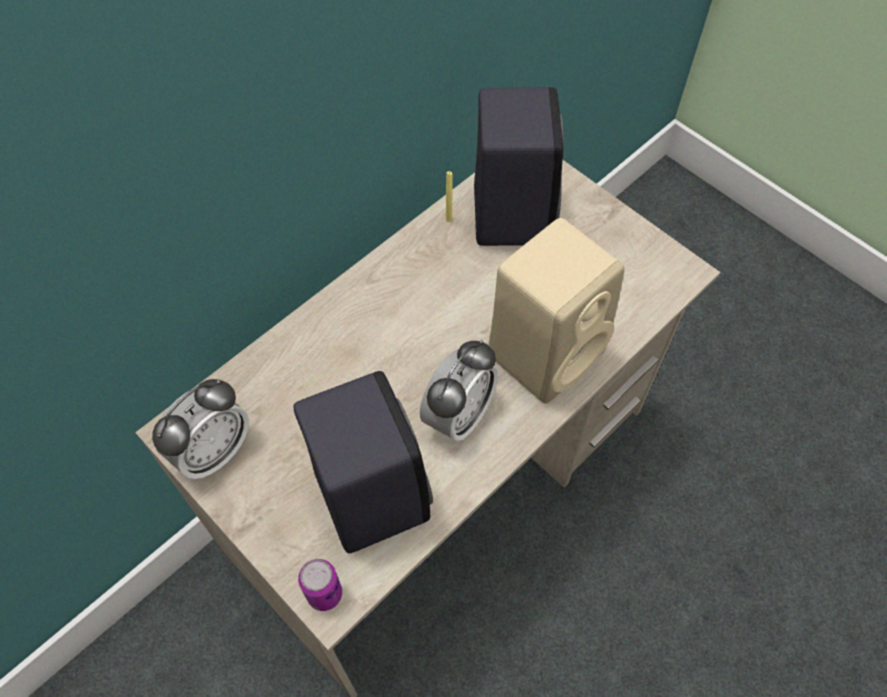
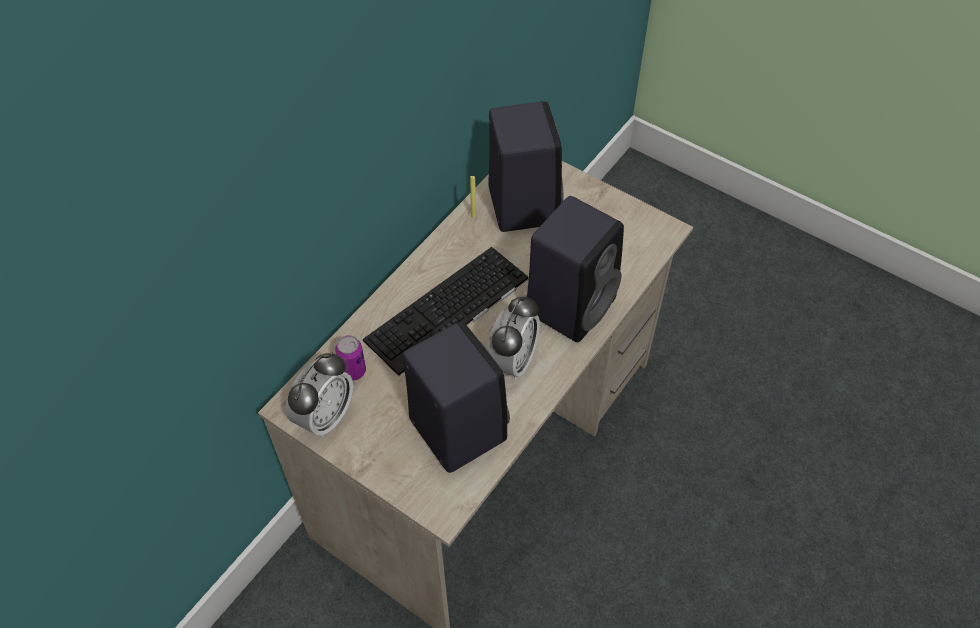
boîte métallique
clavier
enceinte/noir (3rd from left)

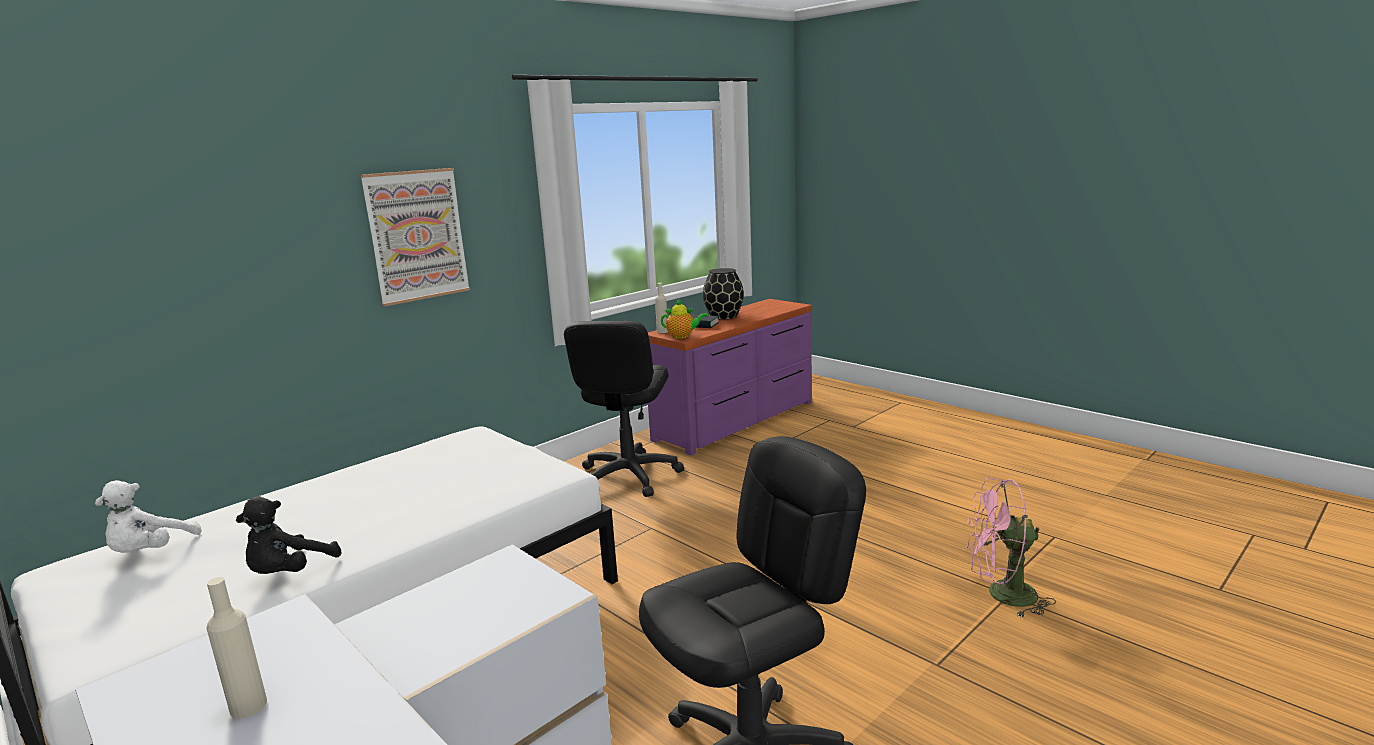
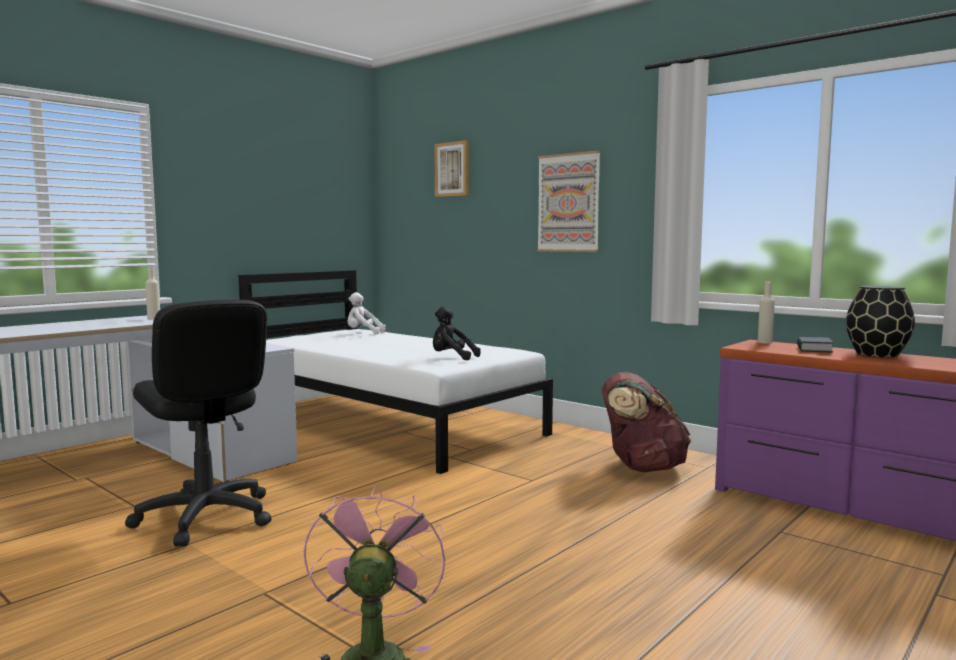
peluche/noir
tableau (1st from left)
sac à dos/marron
théière

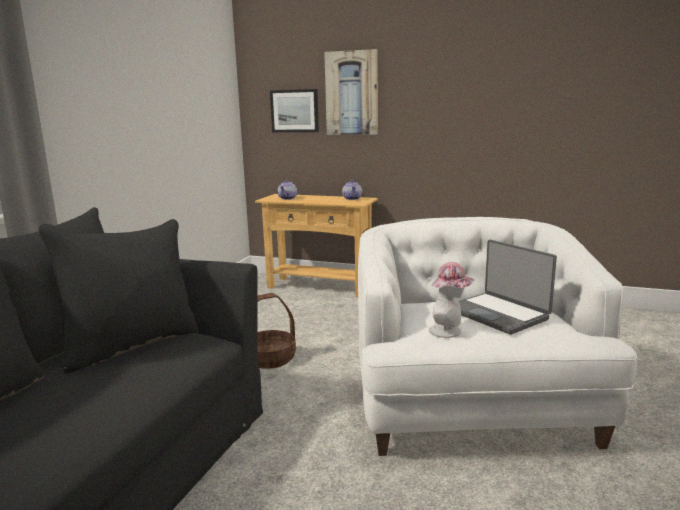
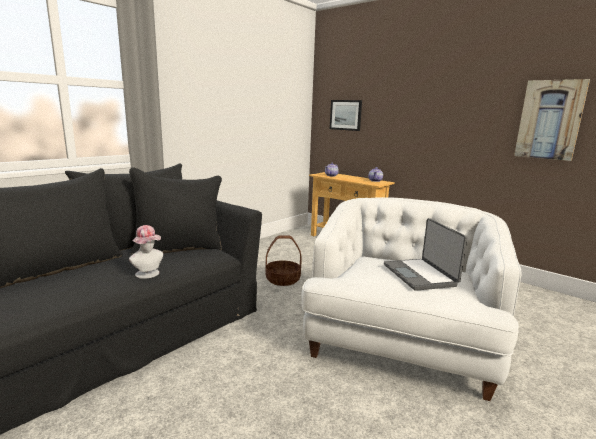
chapeau
tableau (2nd from left)

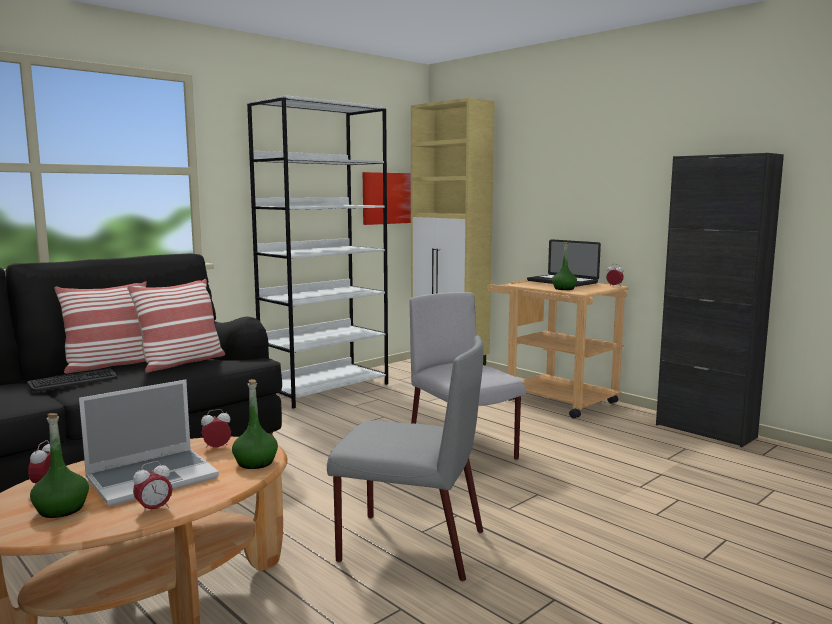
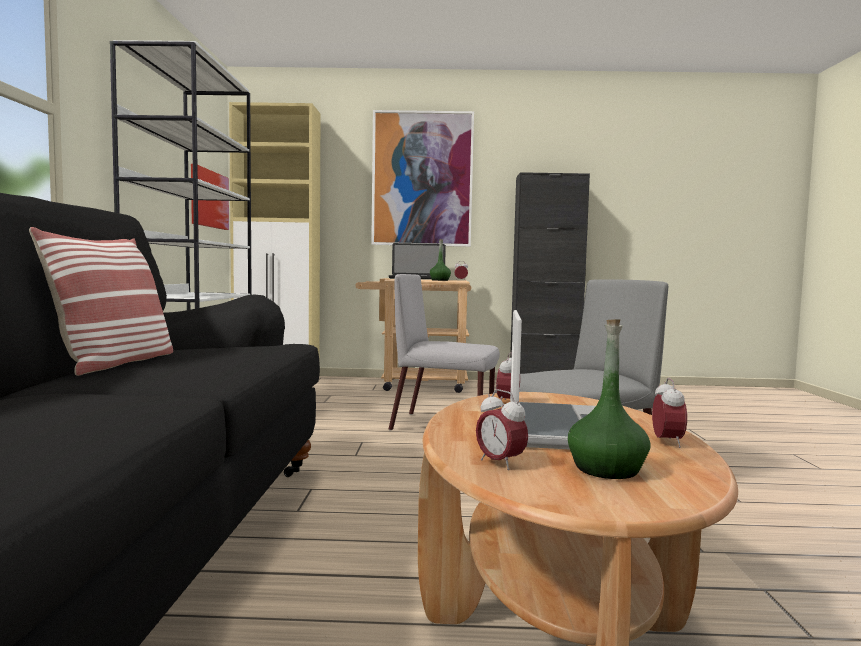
tableau (2nd from left)
clavier
coussin (2nd from left in the first image)
bouteille/vert (2nd from left in the first image)

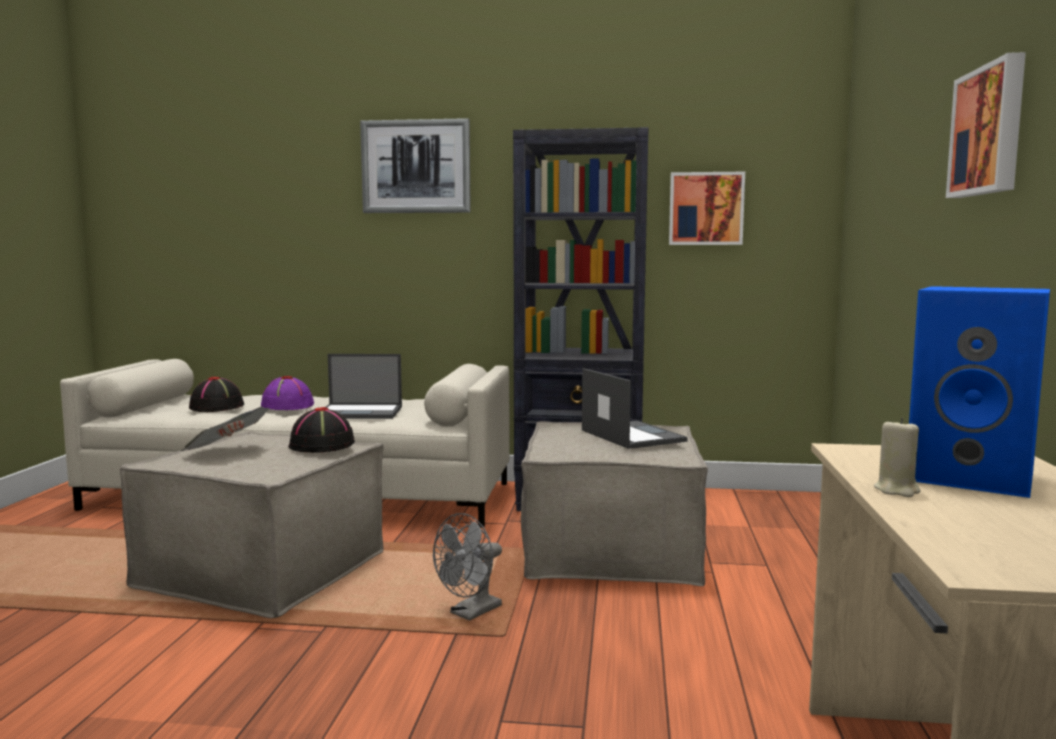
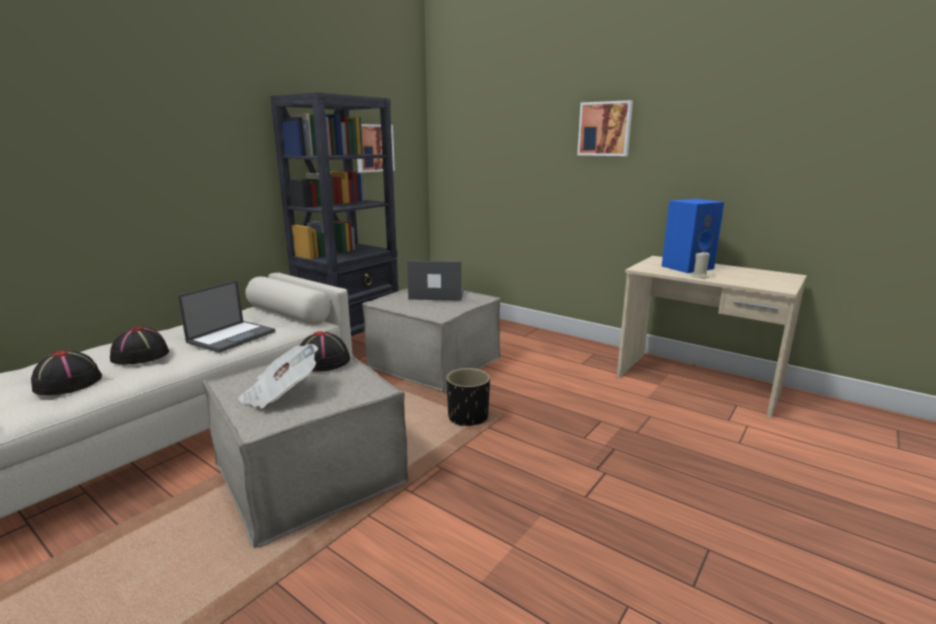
chapeau/noir (2nd from left)
cache-pot/noir
tableau (1st from left in the first image)

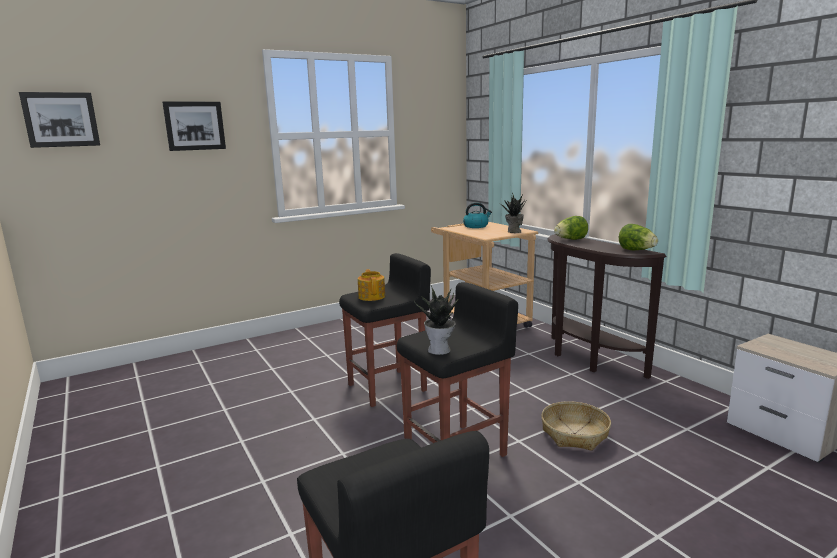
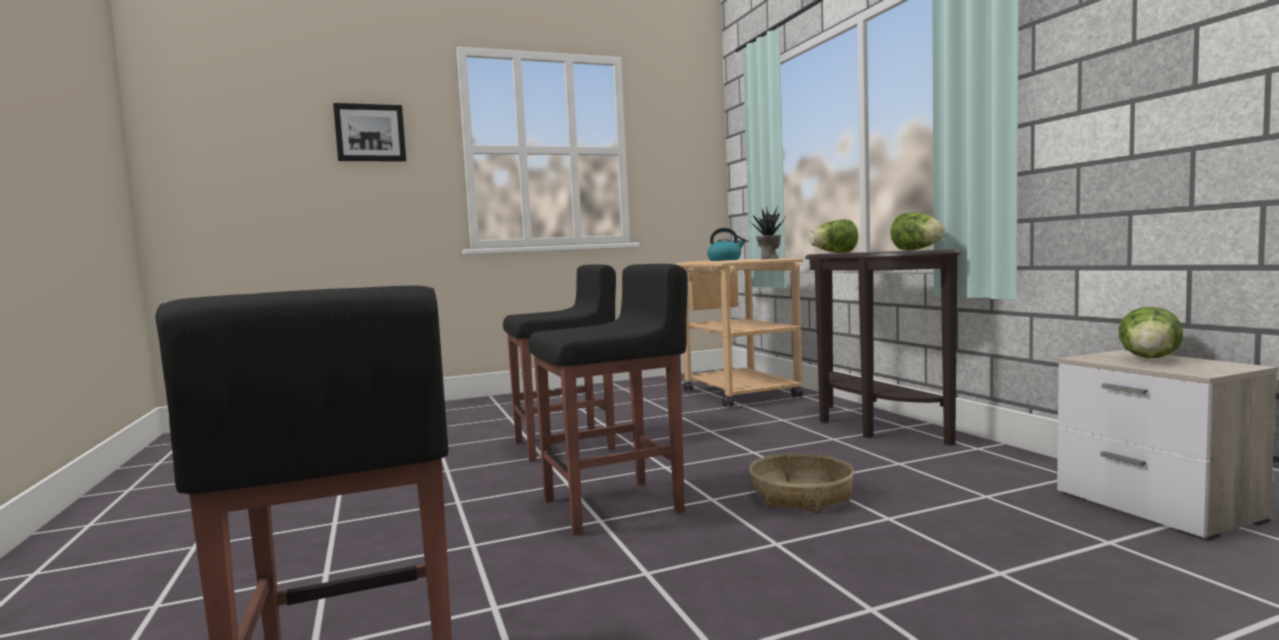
laitue (3rd from left)
tableau (1st from left in the first image)
théière
plante en pot (1st from left in the first image)

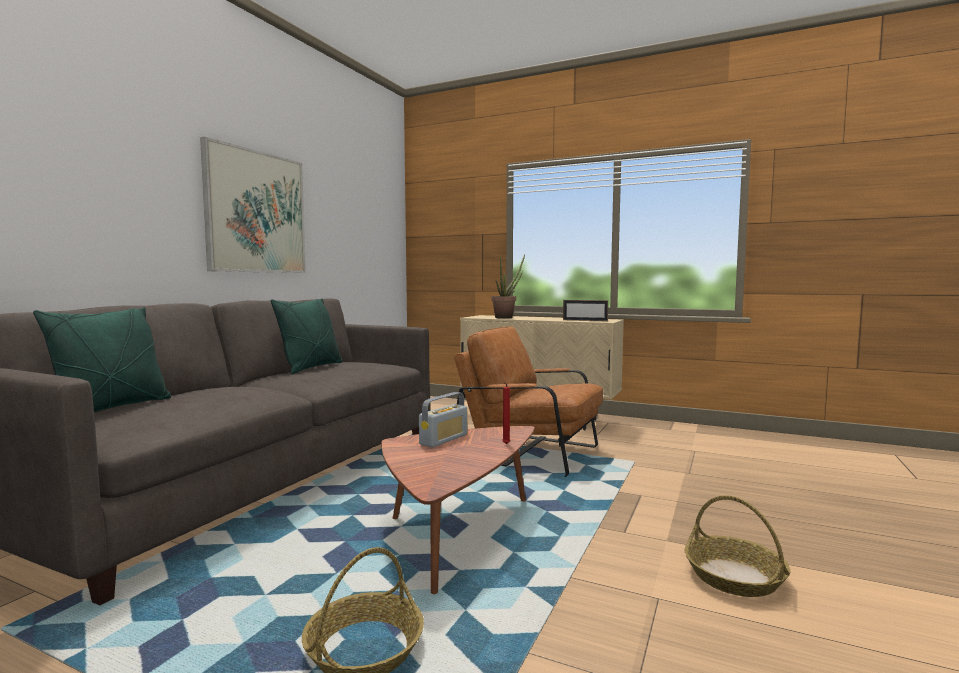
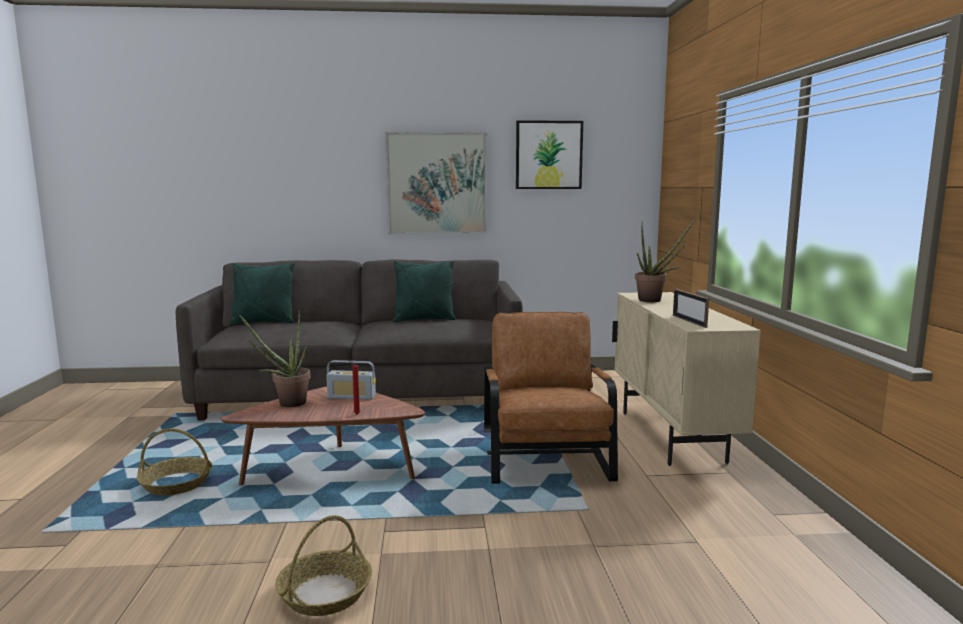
plante en pot (1st from left)
tableau (2nd from left)

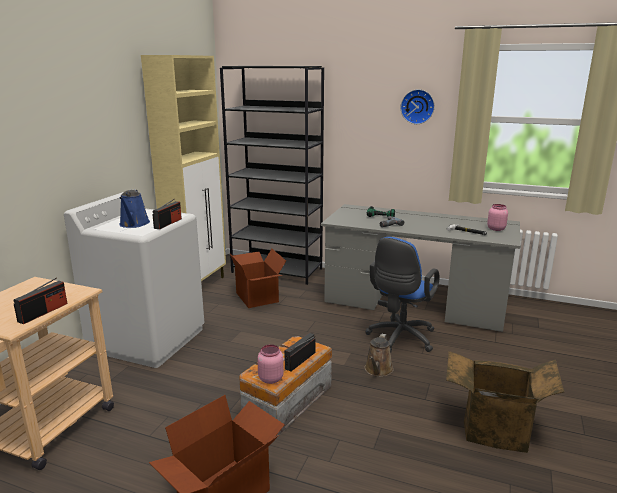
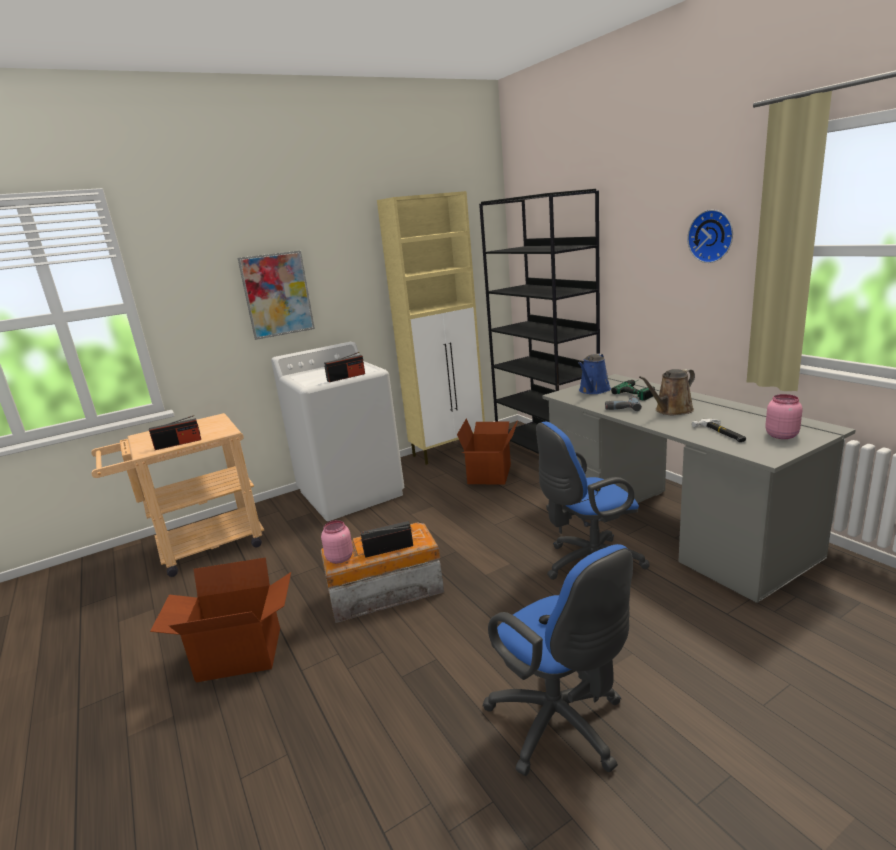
tableau
chaise de bureau/bleu (1st from left)
arrosoir/bleu
arrosoir/marron

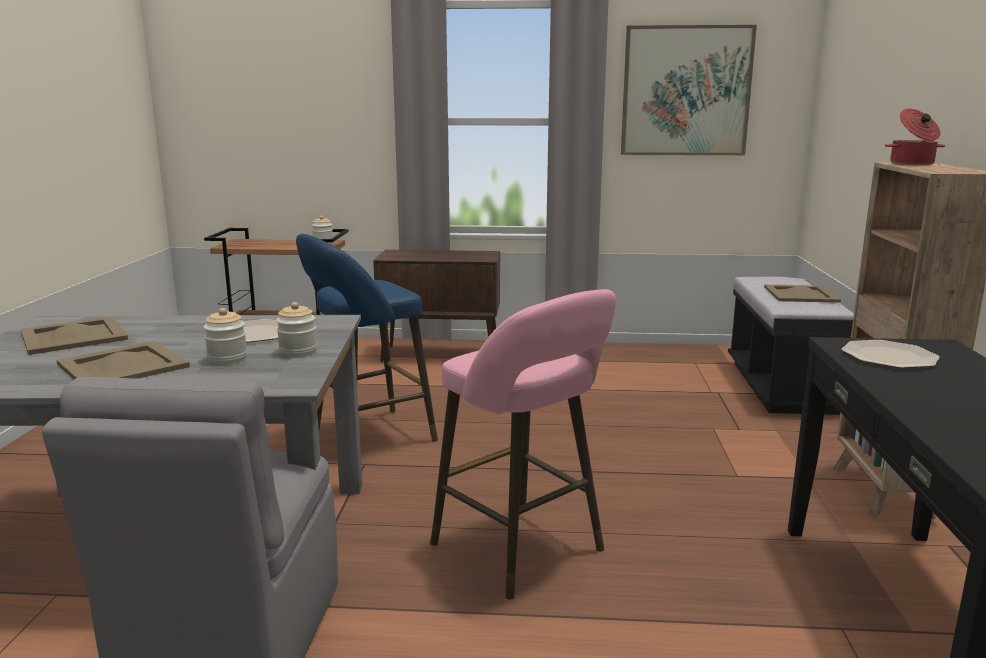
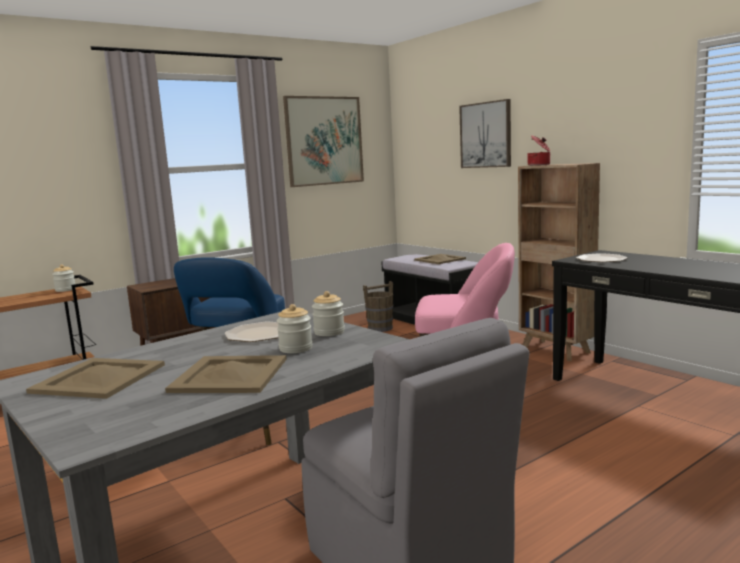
seau/marron
tableau (2nd from left)

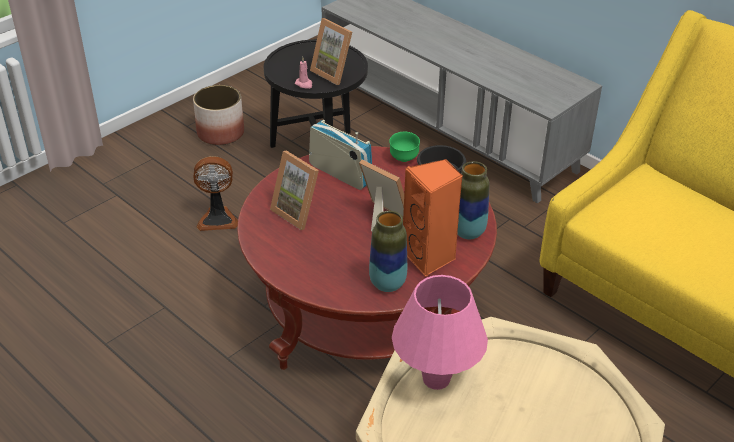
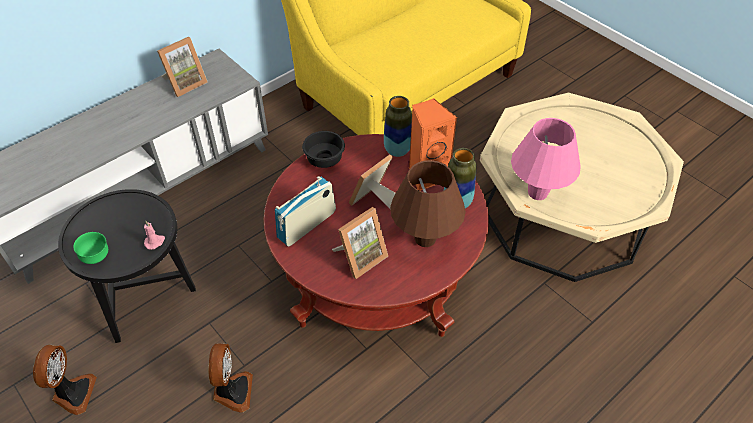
ventilateur (1st from left)
bol/vert
cadre photo (1st from left)
lampe de table/marron

